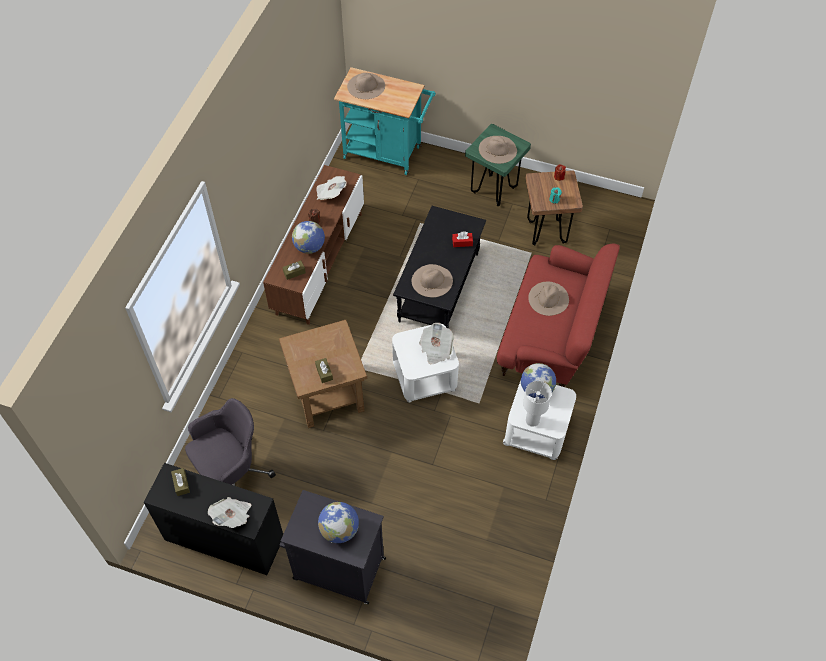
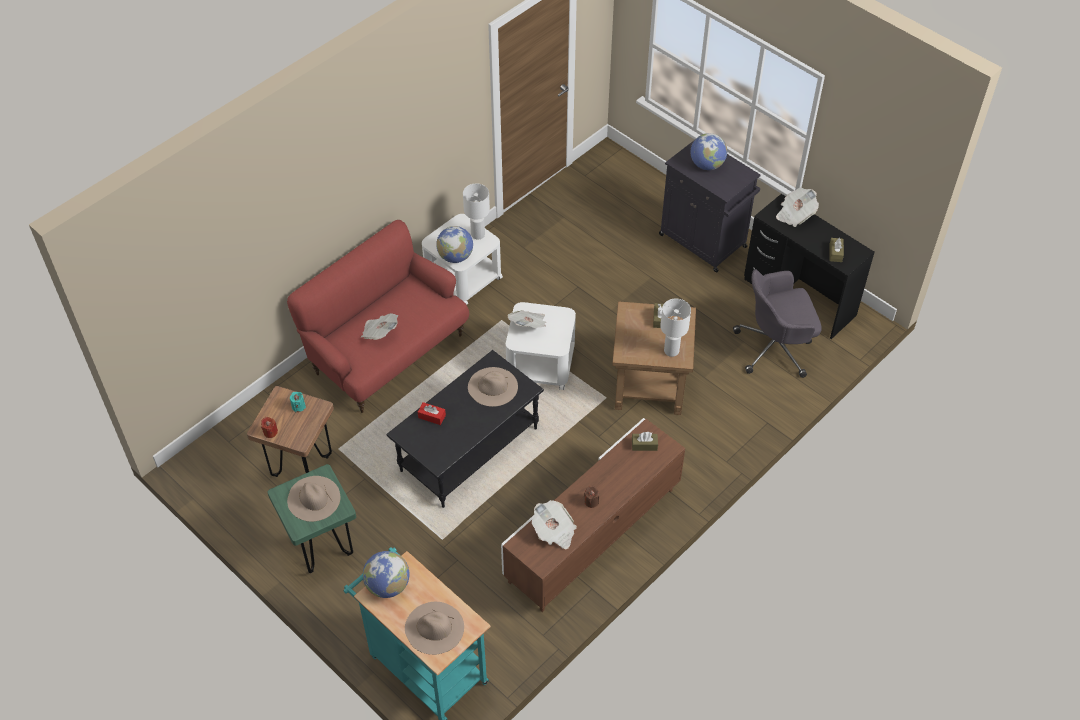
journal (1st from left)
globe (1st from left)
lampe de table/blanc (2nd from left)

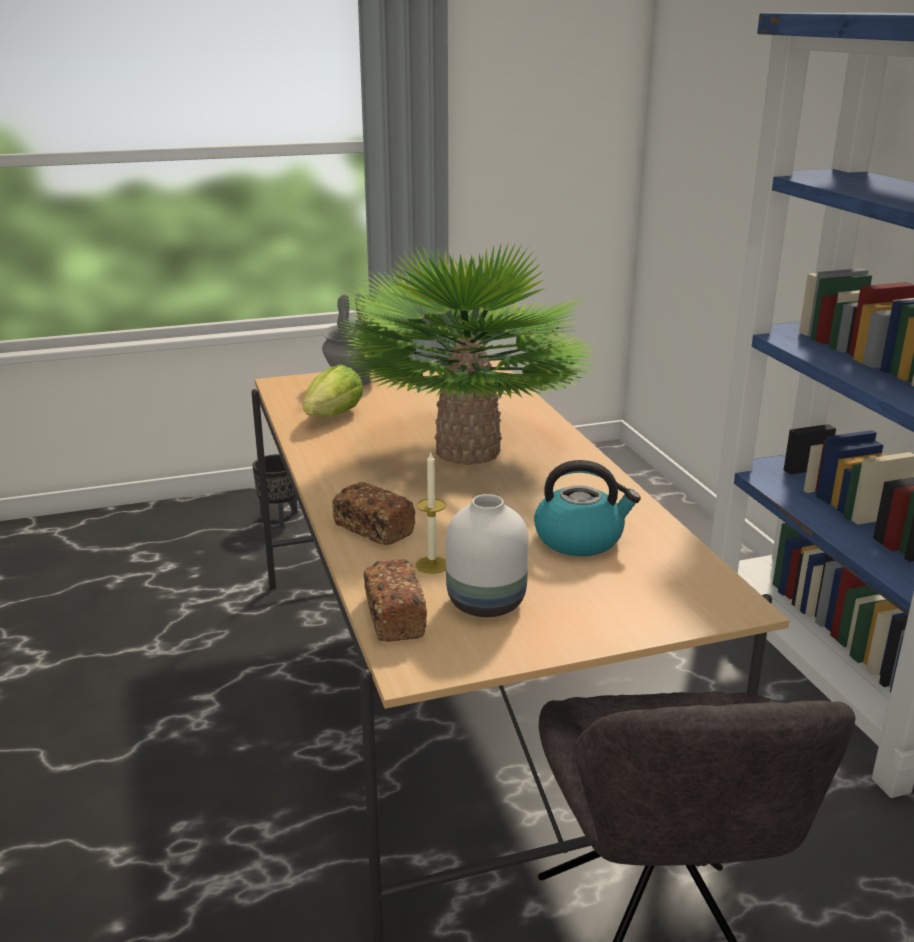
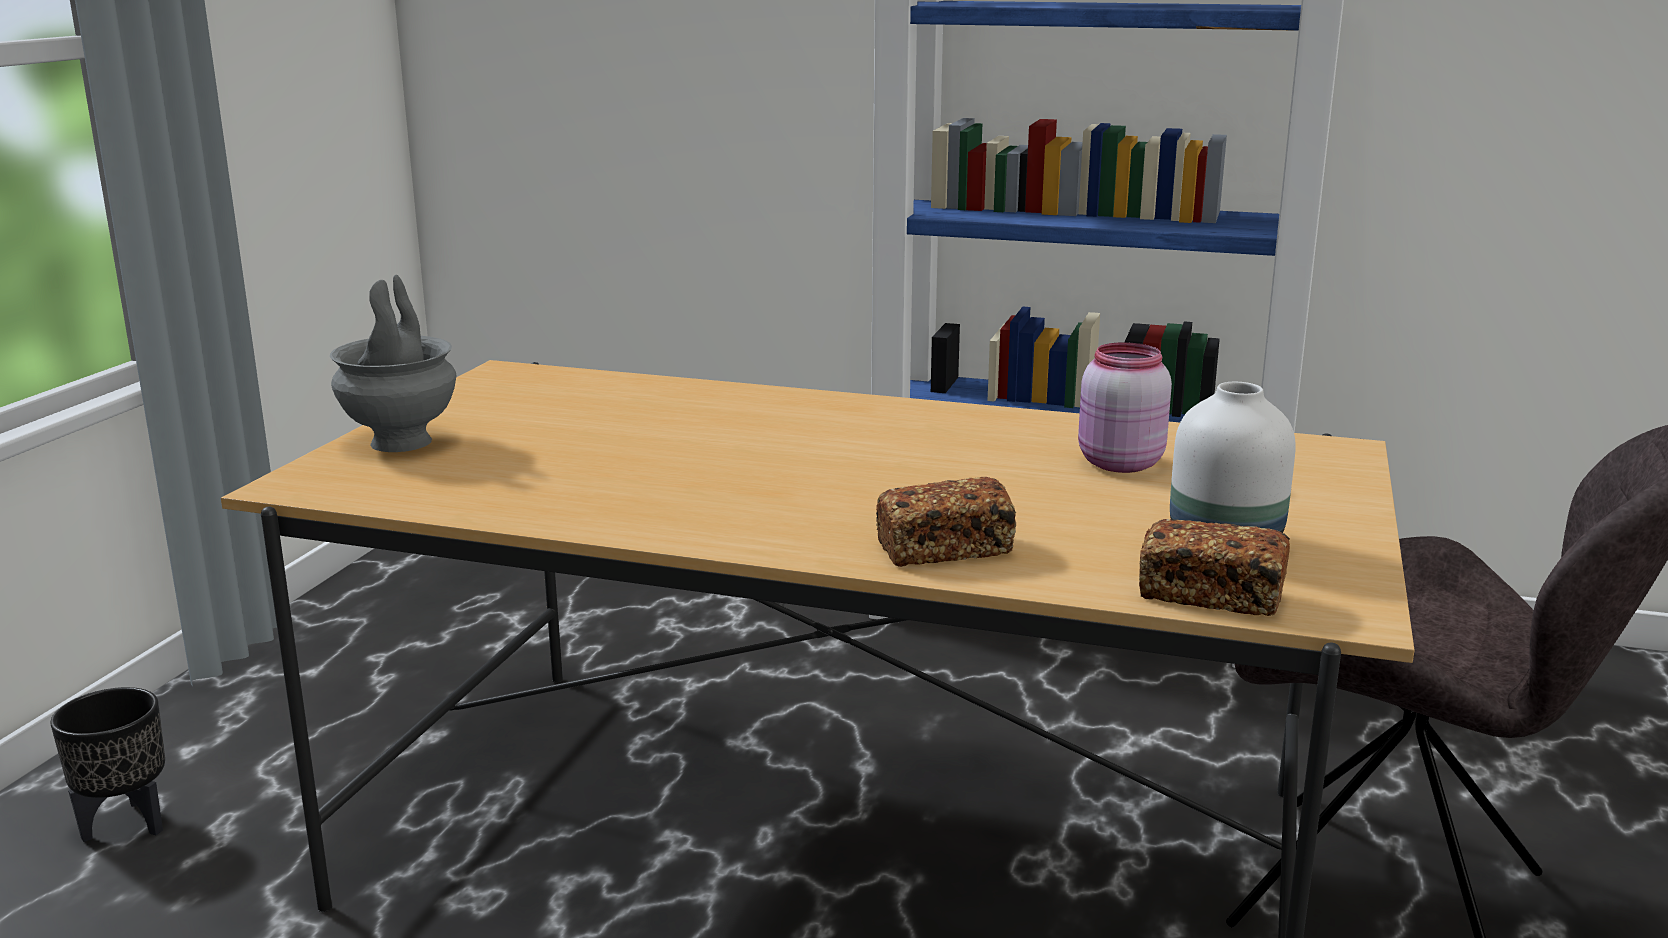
bocal/rose
laitue
plante en pot
bougie

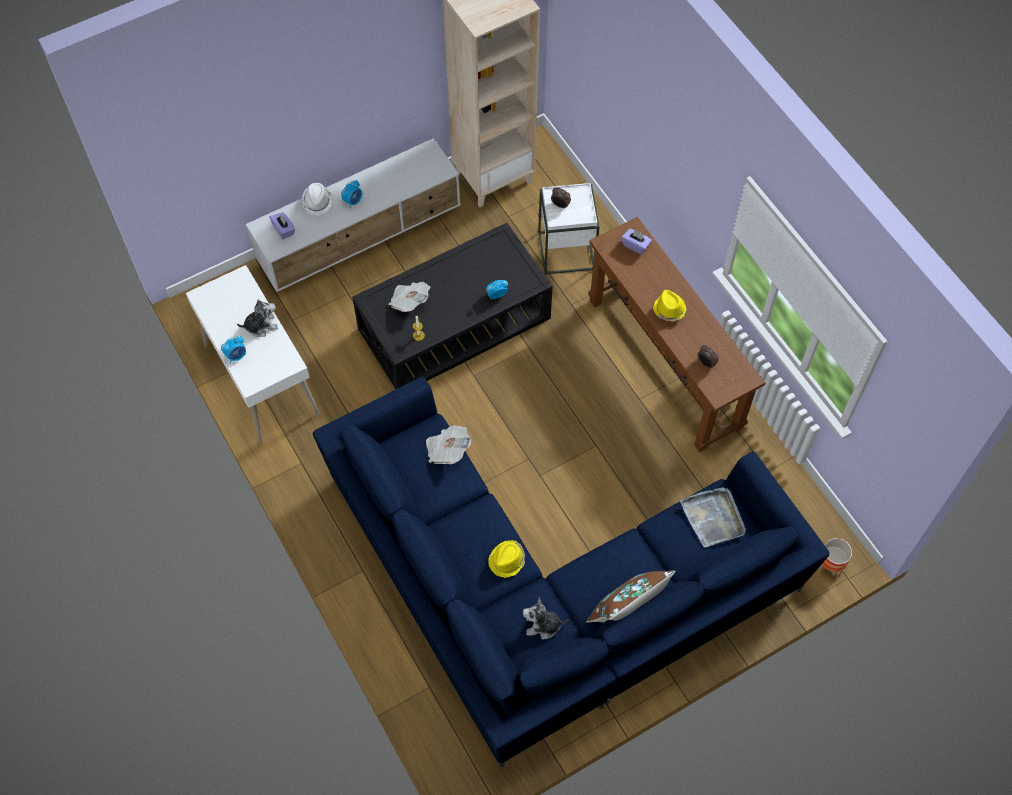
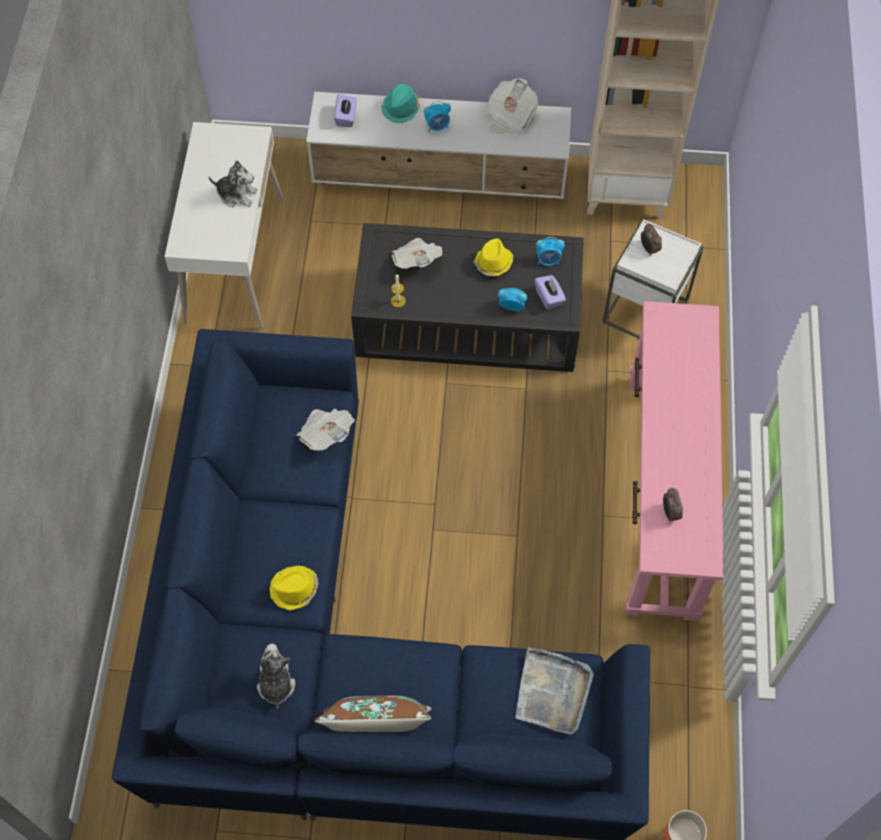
peluche (2nd from left)
chapeau/turquoise
chapeau/jaune (2nd from left)
journal (3rd from left)
boîte à mouchoirs/violet (2nd from left)
réveil (3rd from left)
table console/rose

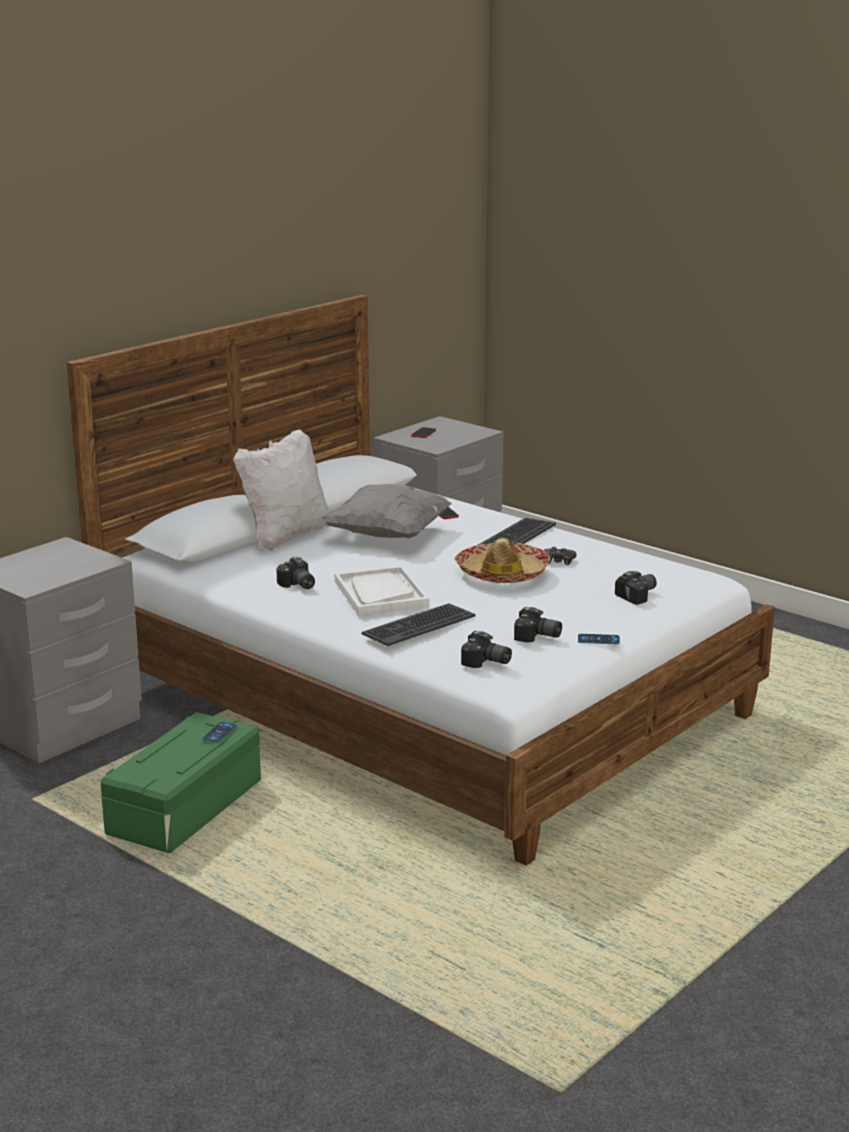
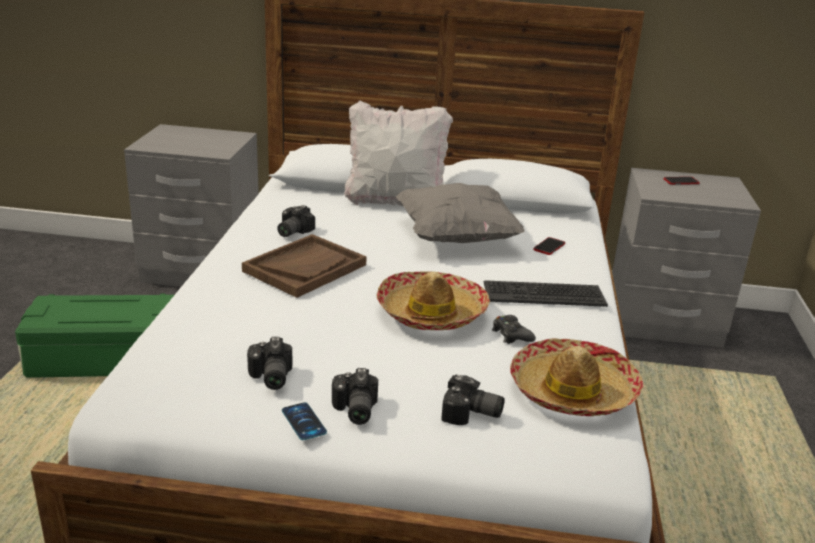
plateau/marron
appareil photo (3rd from left)
chapeau (2nd from left)
téléphone (1st from left in the first image)
clavier (1st from left in the first image)

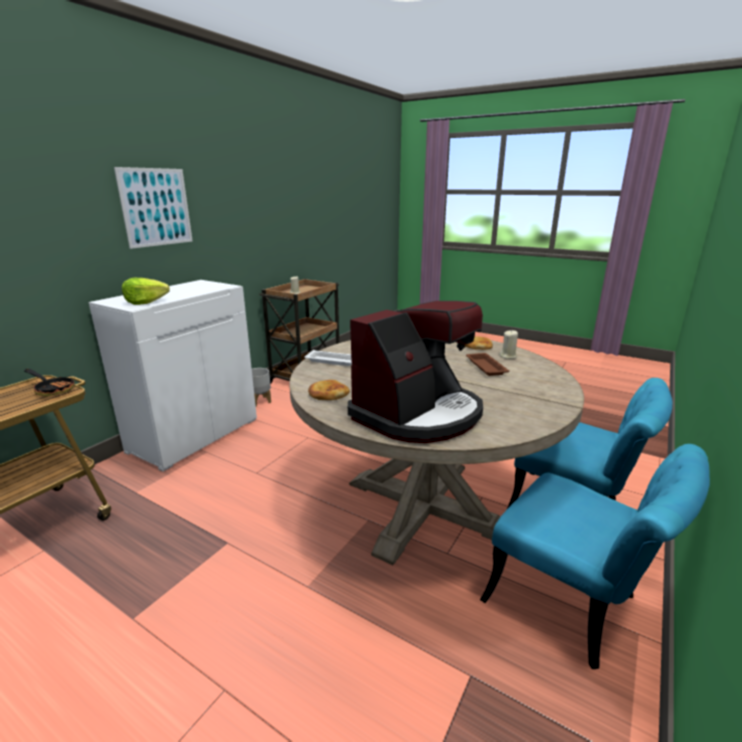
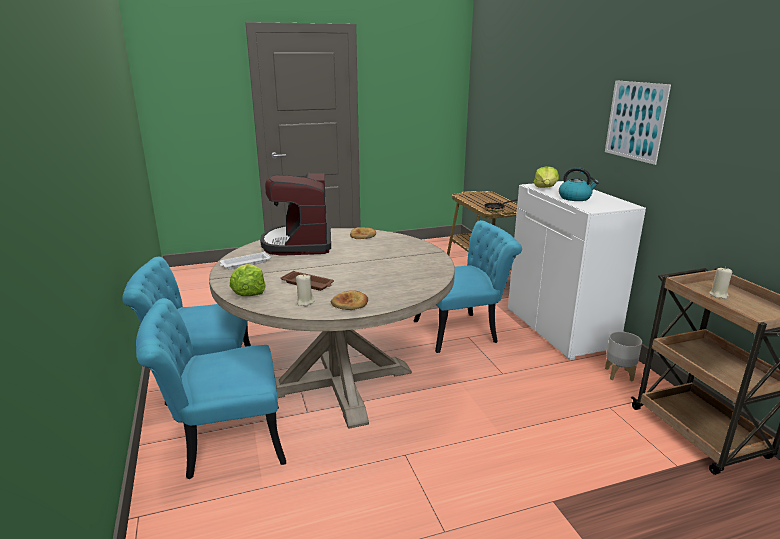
plateau/blanc
laitue (1st from left)
chaise/turquoise (3rd from left)
bouilloire

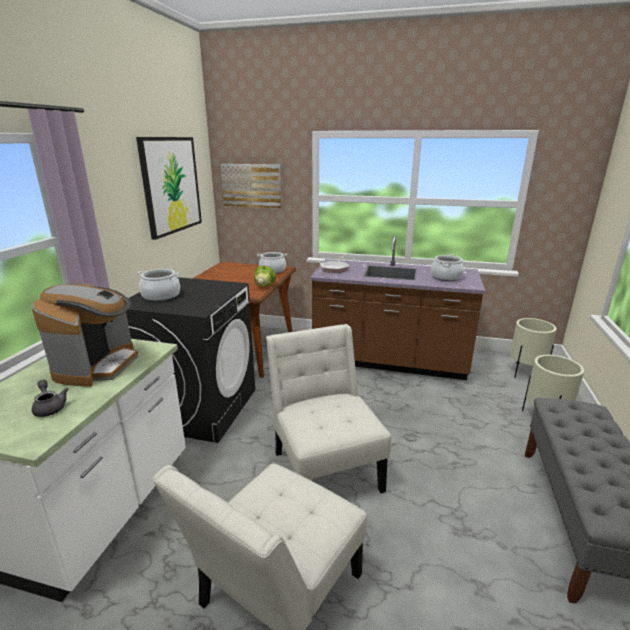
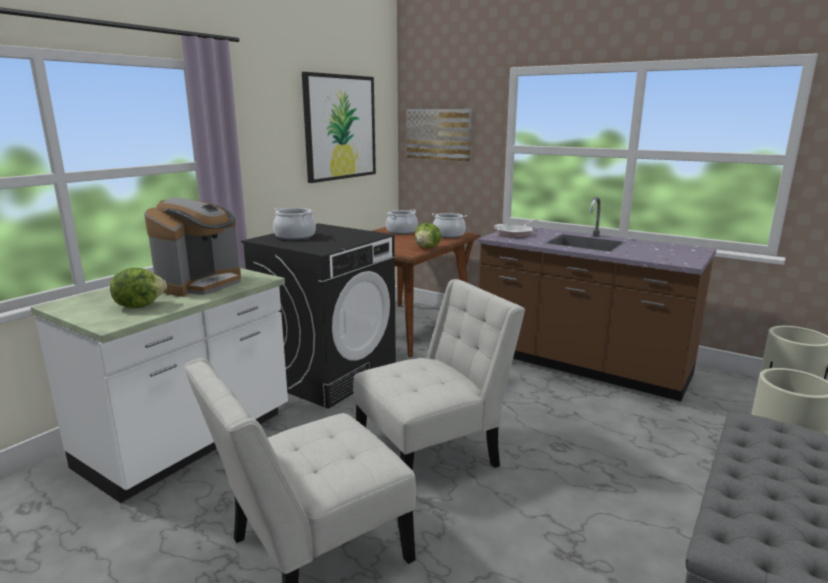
laitue (1st from left)
chaise/blanc (2nd from left)
marmite (2nd from left)

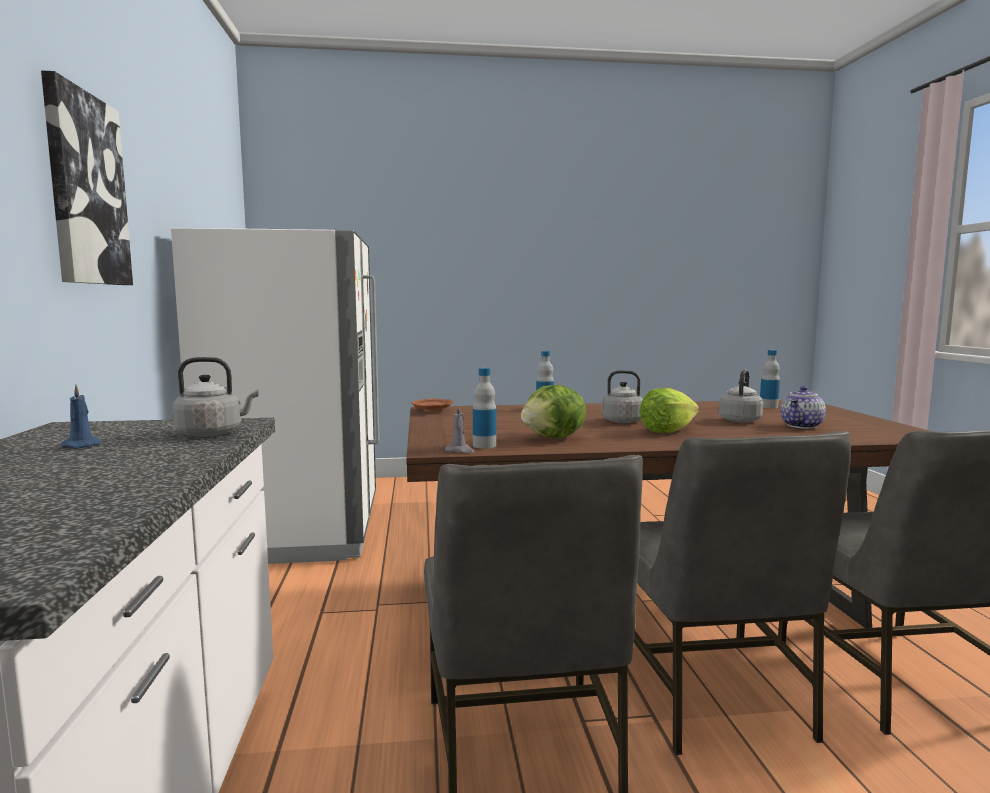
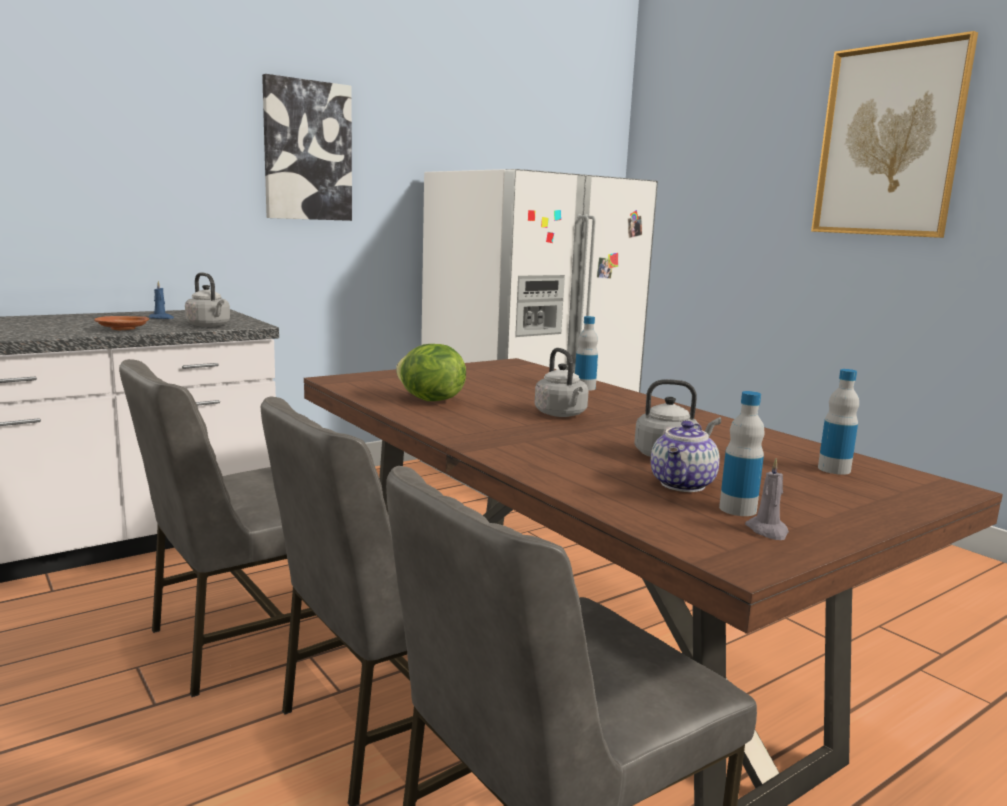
assiette/marron
théière
bouteille (2nd from left)
bougie/gris
tableau (2nd from left)
laitue (2nd from left in the first image)

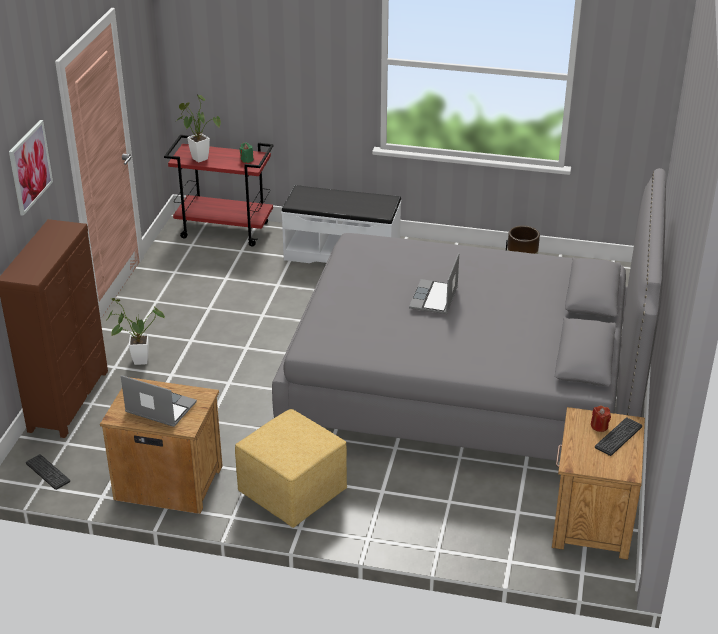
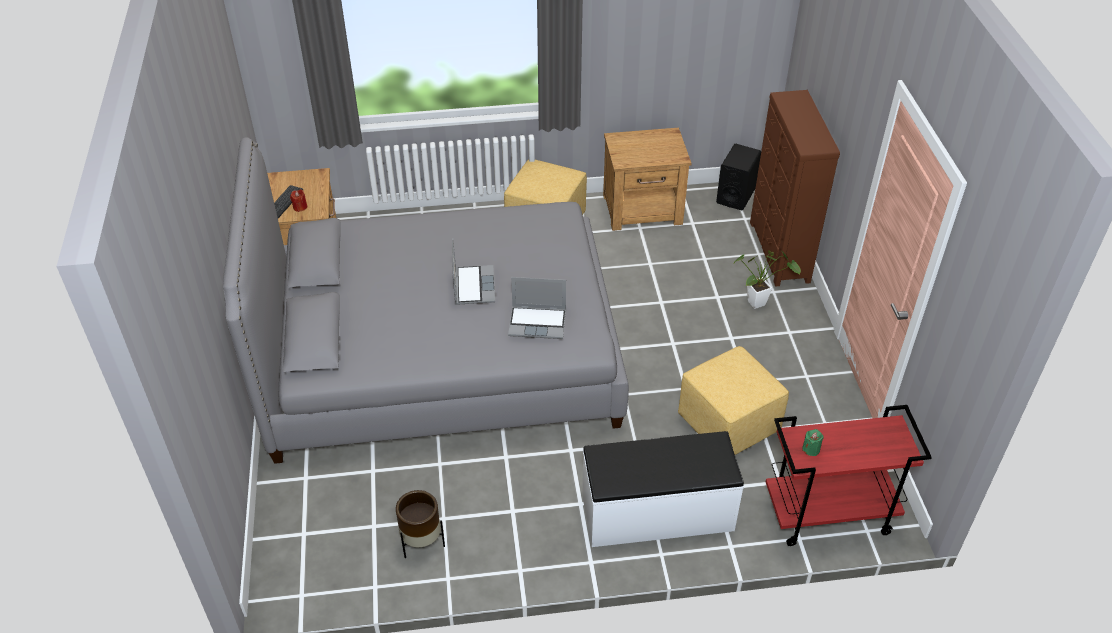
ordinateur portable (2nd from left)
pouf/jaune (2nd from left)
enceinte/noir
tableau
plante en pot (2nd from left in the first image)

